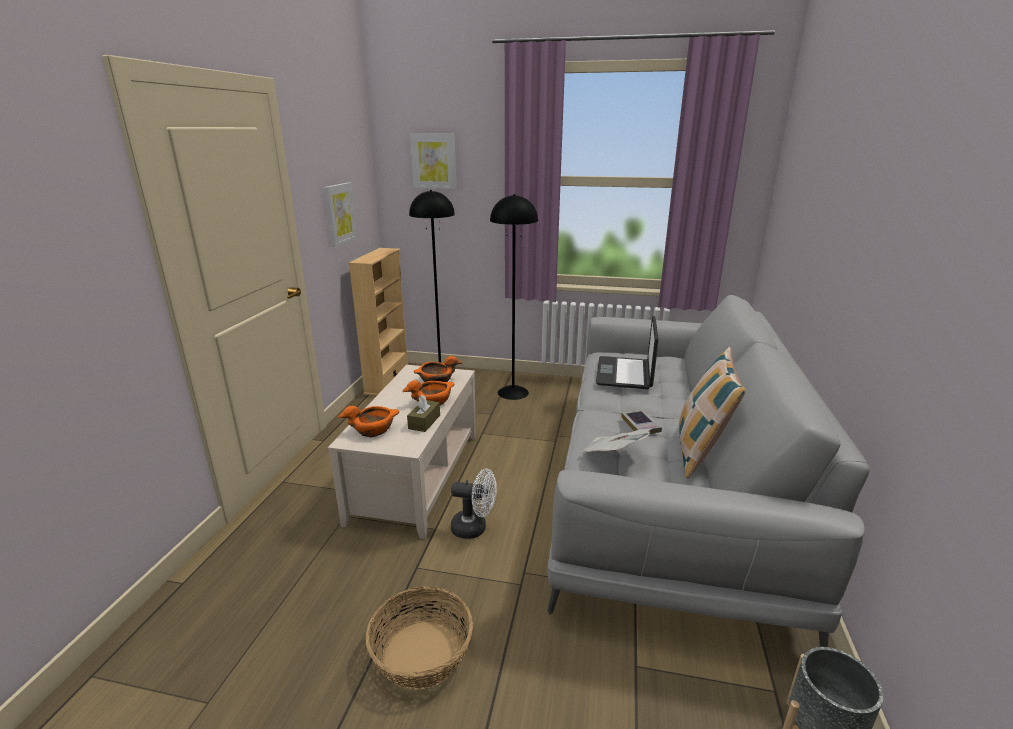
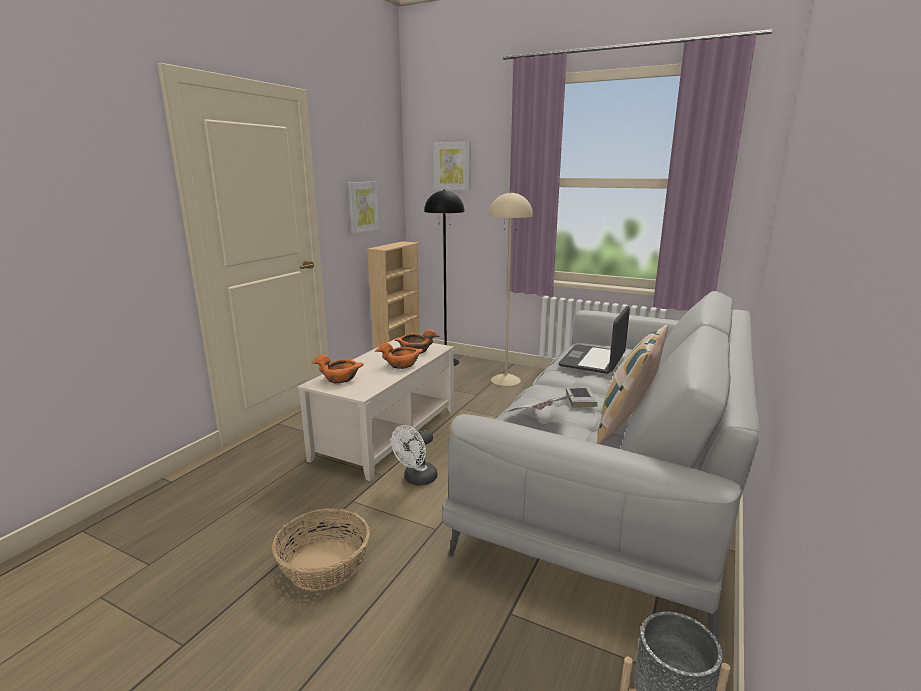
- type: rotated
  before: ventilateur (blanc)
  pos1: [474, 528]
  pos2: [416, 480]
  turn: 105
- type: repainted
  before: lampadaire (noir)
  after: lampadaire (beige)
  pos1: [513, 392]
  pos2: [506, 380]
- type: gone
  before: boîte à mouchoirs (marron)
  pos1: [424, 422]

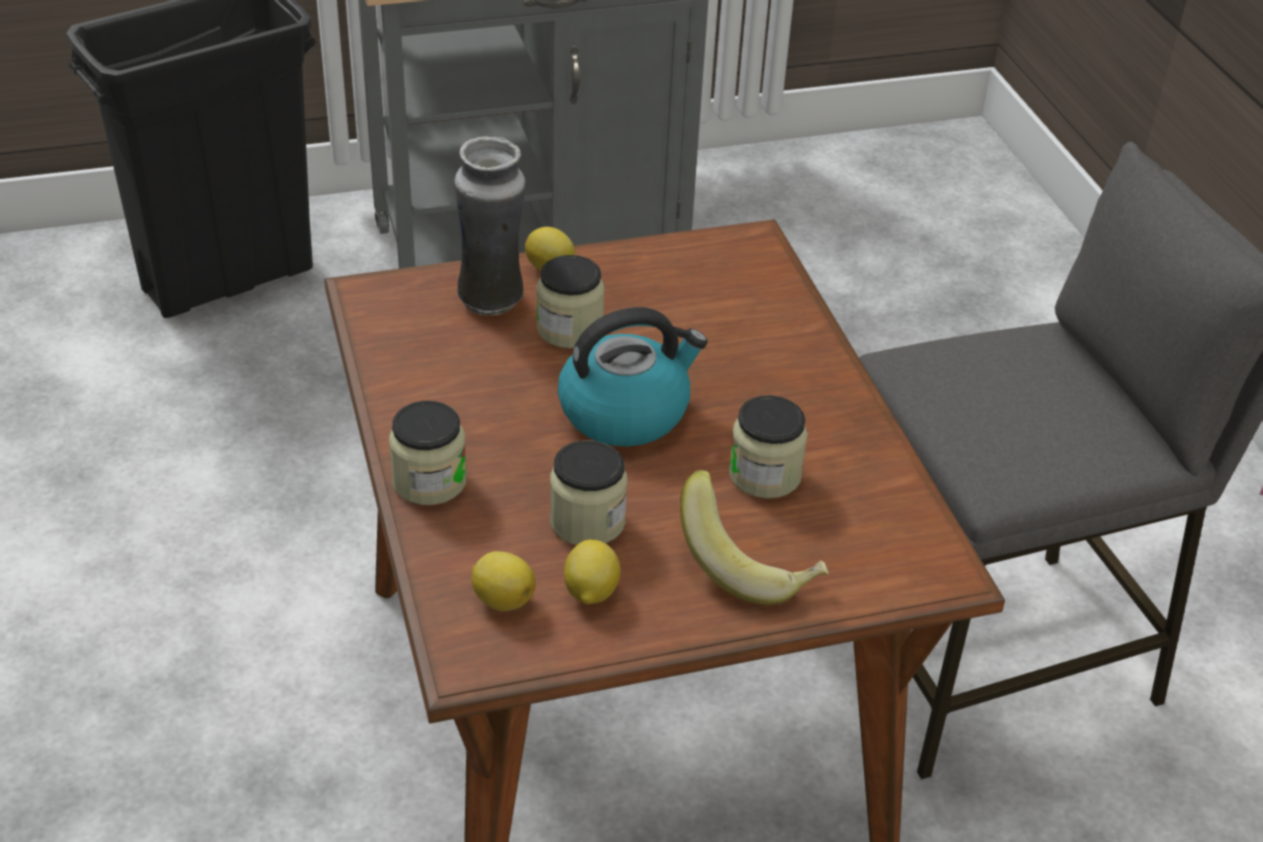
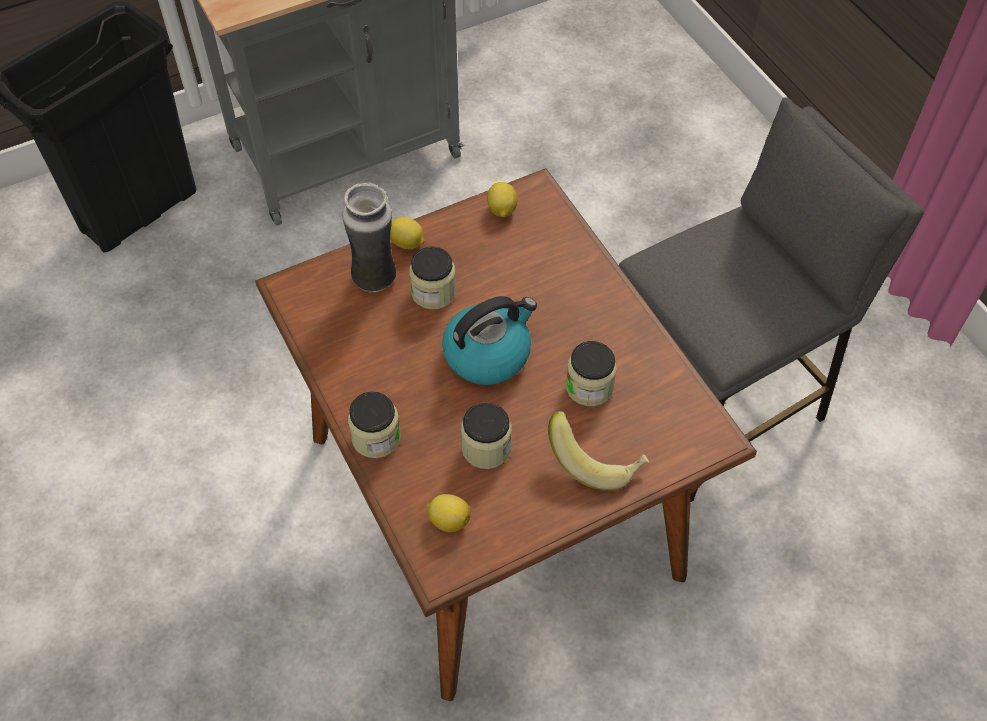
- type: shifted
  before: citron
  pos1: [590, 592]
  pos2: [501, 210]

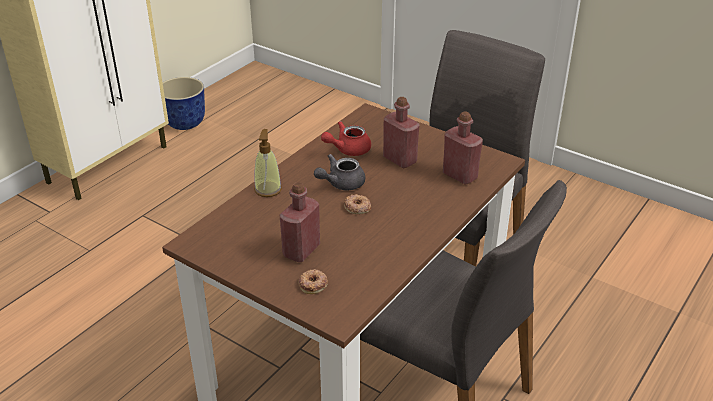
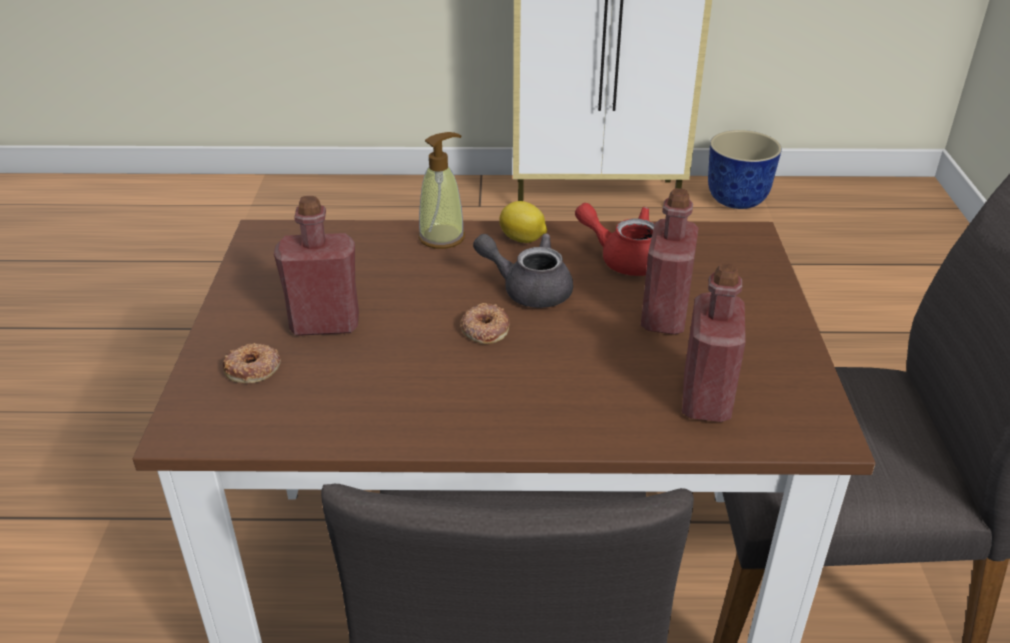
- type: new
  after: citron
  pos2: [523, 239]

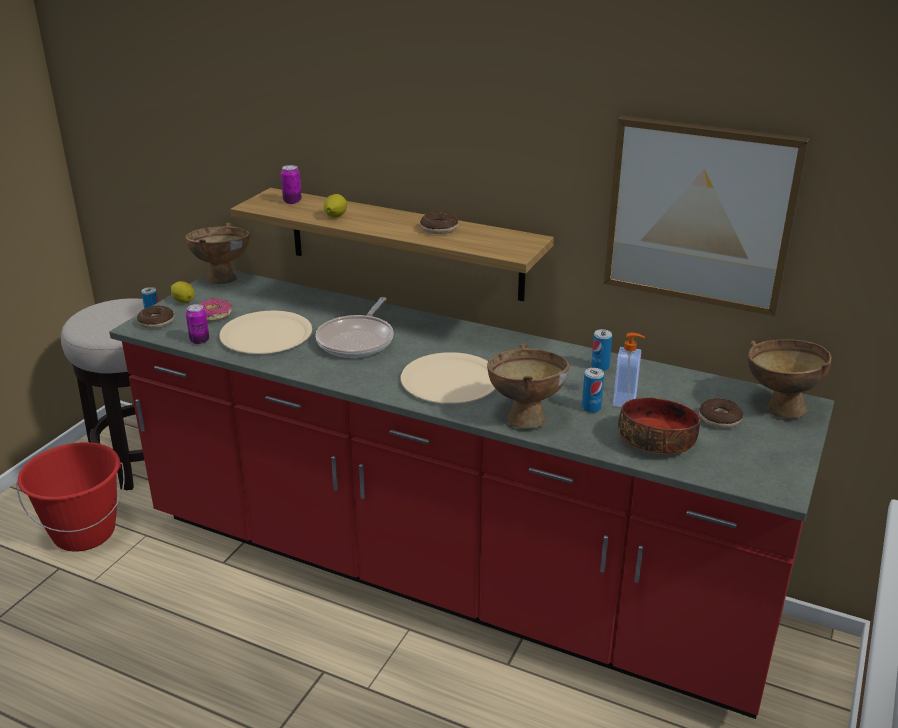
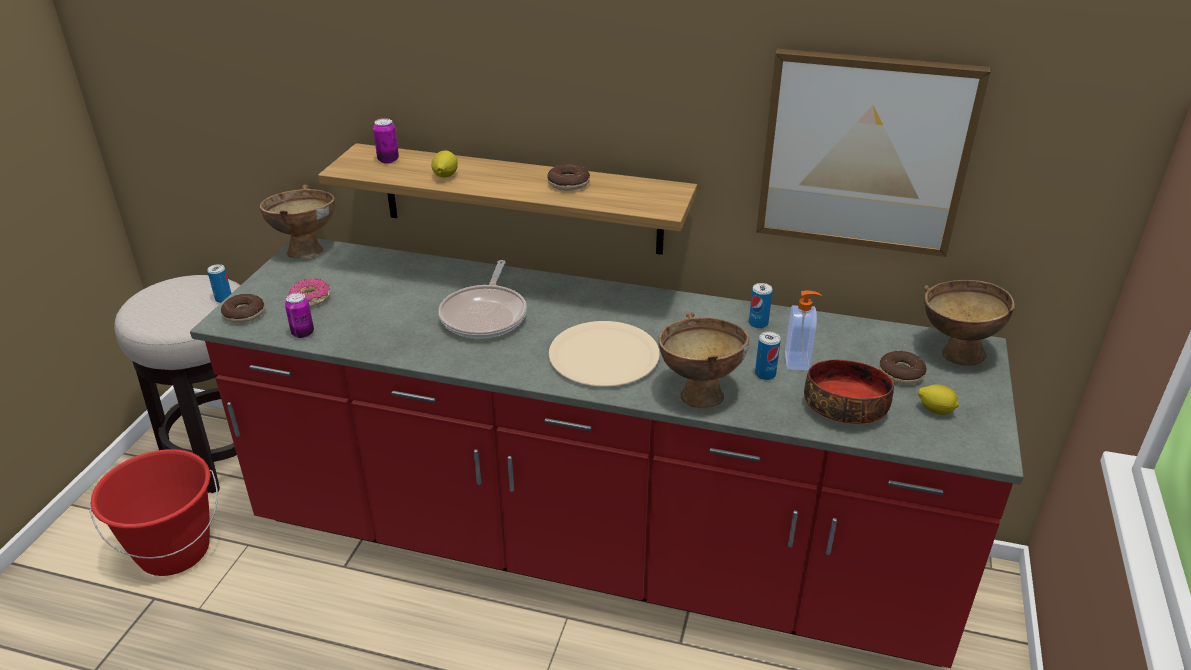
- type: shifted
  before: citron
  pos1: [184, 301]
  pos2: [935, 410]
- type: gone
  before: assiette (beige)
  pos1: [266, 335]

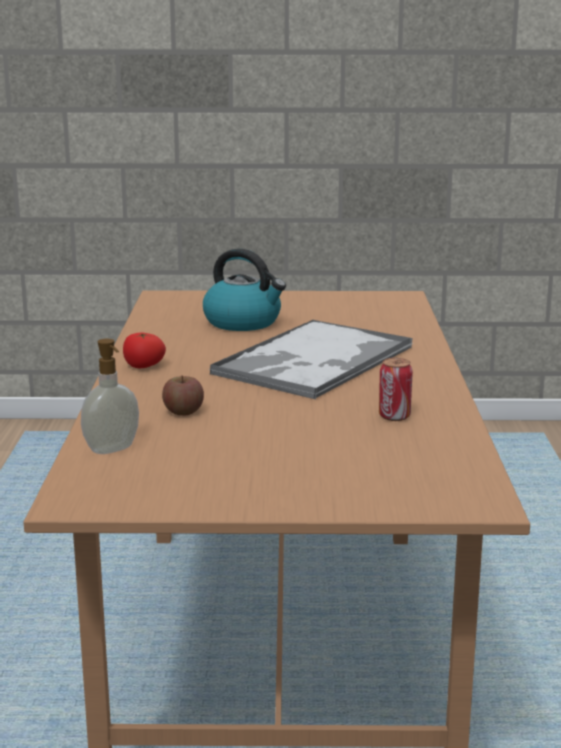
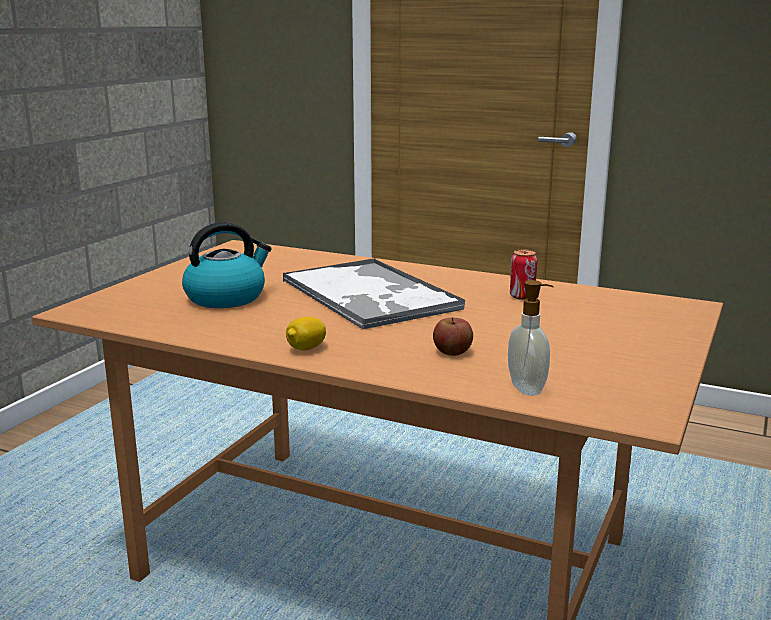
- type: swapped
  before: tomate
  after: citron
  pos1: [143, 366]
  pos2: [306, 349]

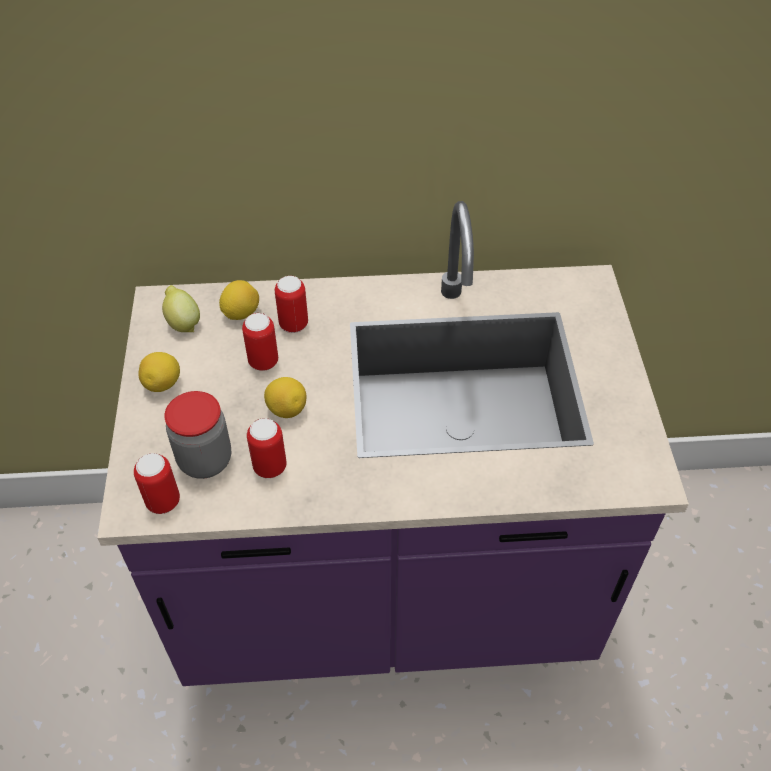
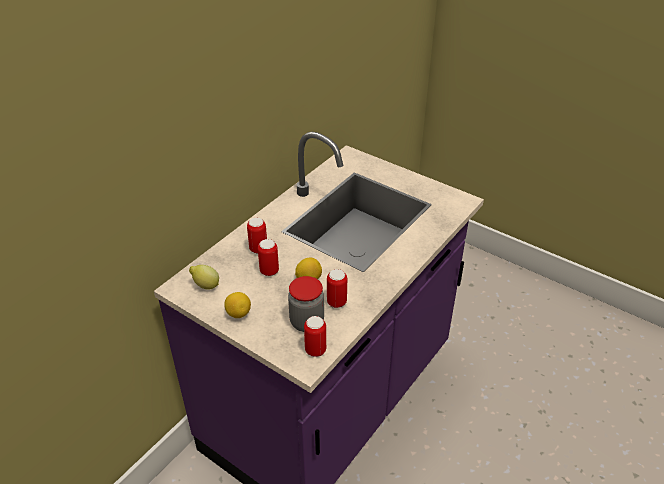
- type: gone
  before: citron
  pos1: [241, 313]

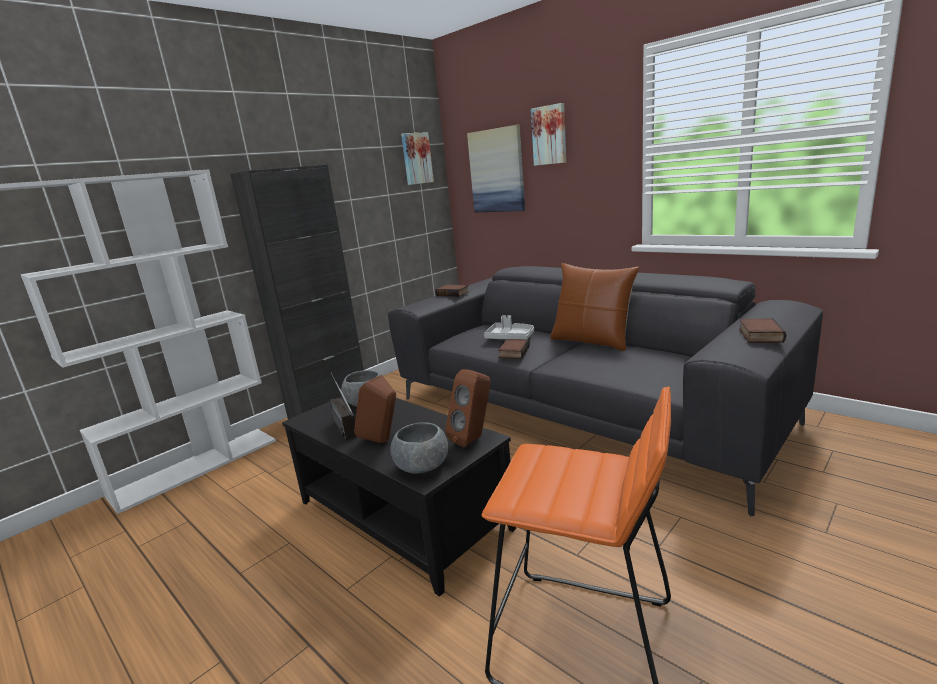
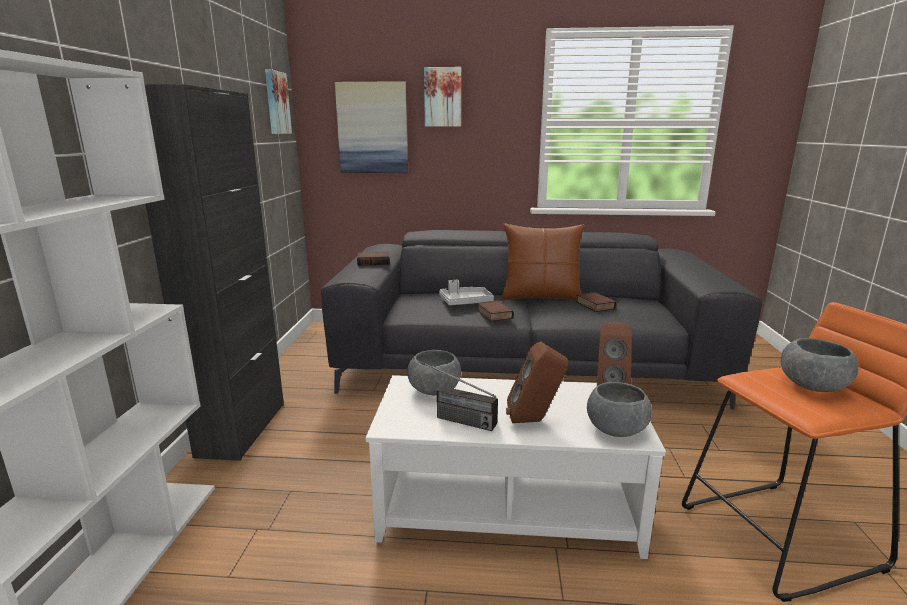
- type: repainted
  before: table basse (noir)
  after: table basse (blanc)
  pos1: [403, 514]
  pos2: [507, 504]
- type: shifted
  before: livre
  pos1: [759, 335]
  pos2: [594, 305]
- type: new
  after: bol (gris)
  pos2: [813, 386]

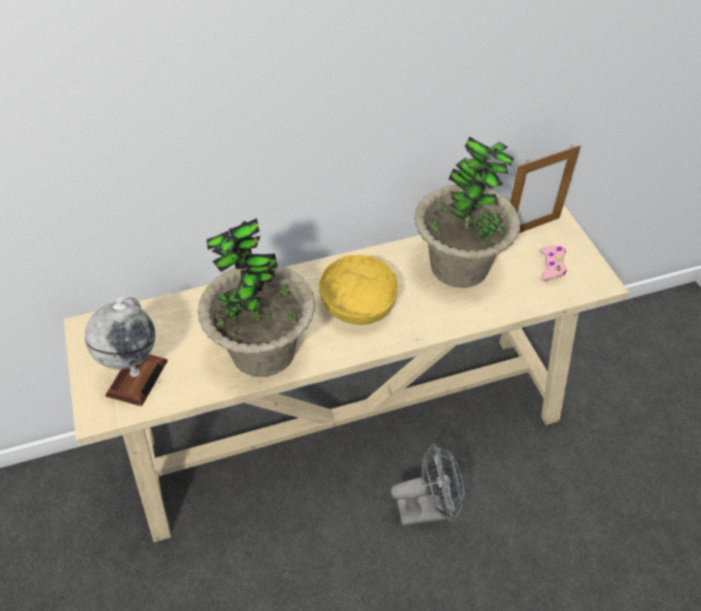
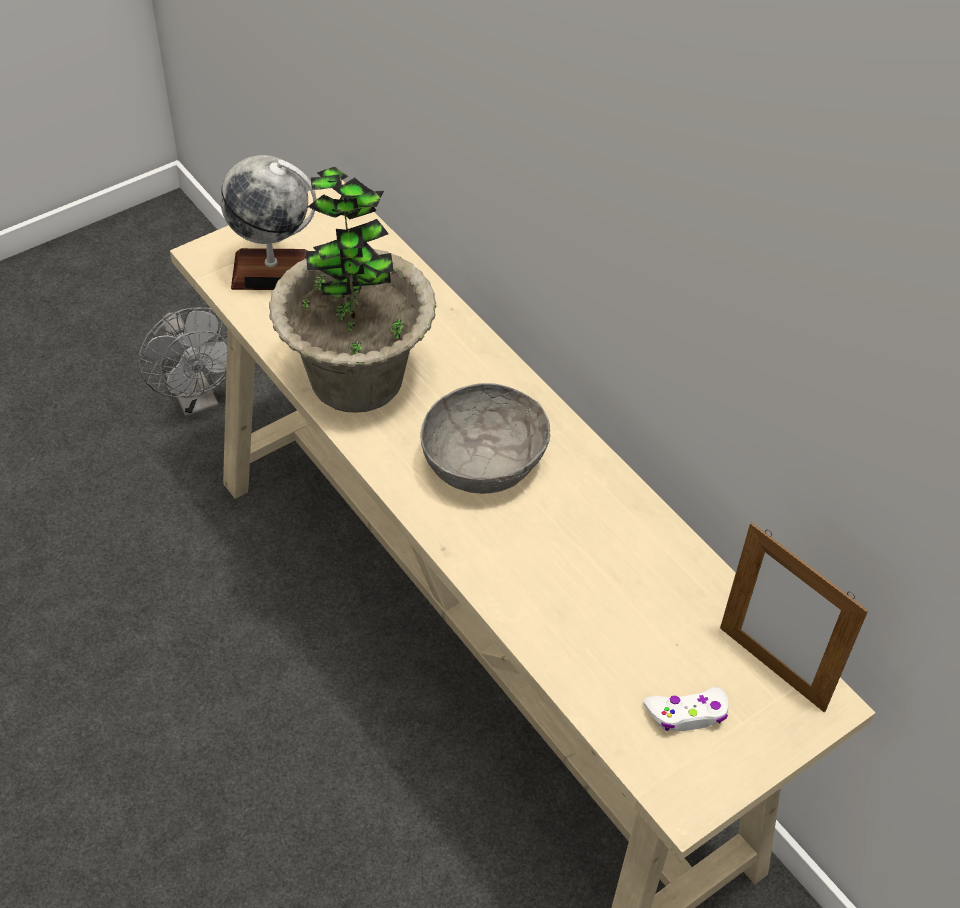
- type: shifted
  before: ventilateur (gris)
  pos1: [428, 509]
  pos2: [197, 400]
- type: repainted
  before: bol (jaune)
  after: bol (gris)
  pos1: [358, 304]
  pos2: [483, 461]
- type: repainted
  before: manette (rose)
  after: manette (blanc)
  pos1: [551, 266]
  pos2: [687, 714]
- type: gone
  before: plante en pot
  pos1: [459, 266]

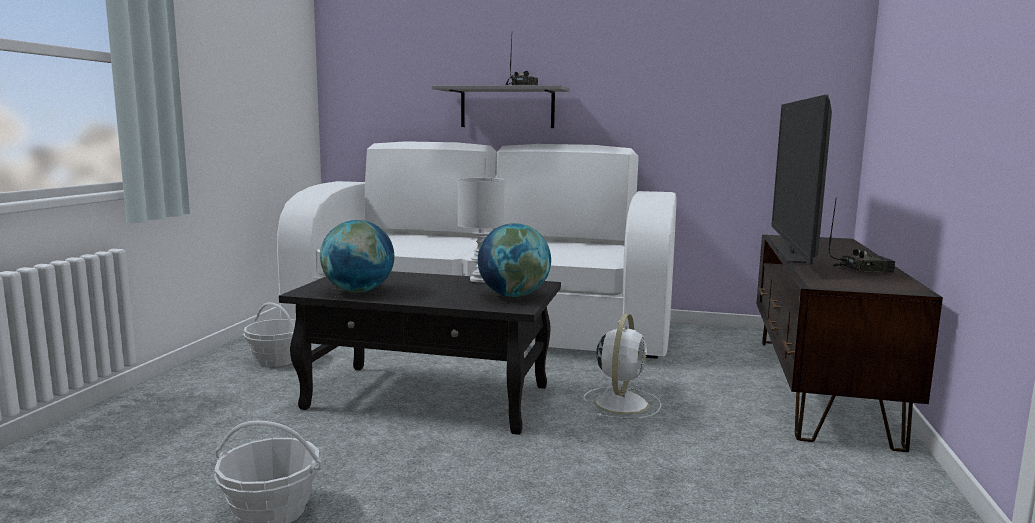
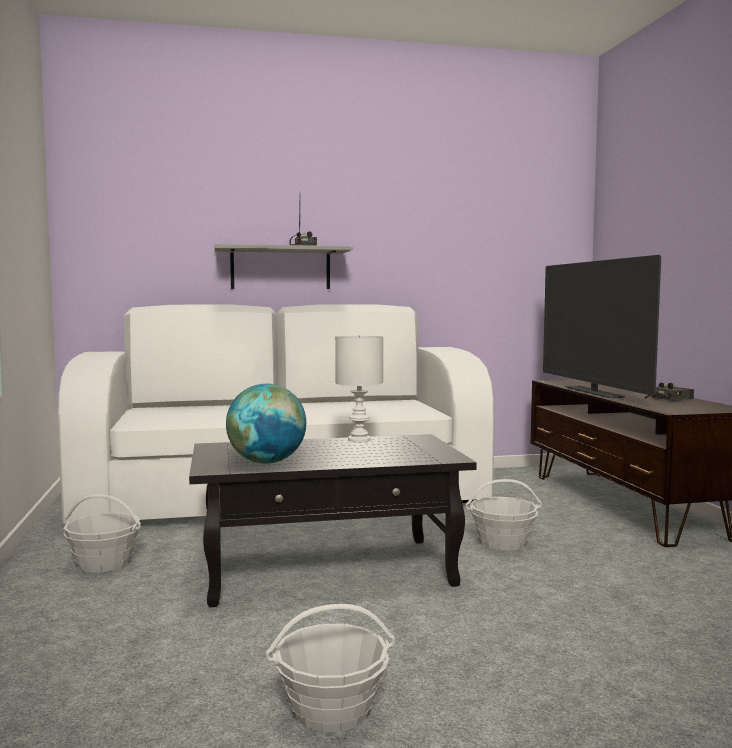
- type: swapped
  before: ventilateur (blanc)
  after: panier
  pos1: [621, 402]
  pos2: [503, 543]
- type: gone
  before: globe
  pos1: [514, 295]

